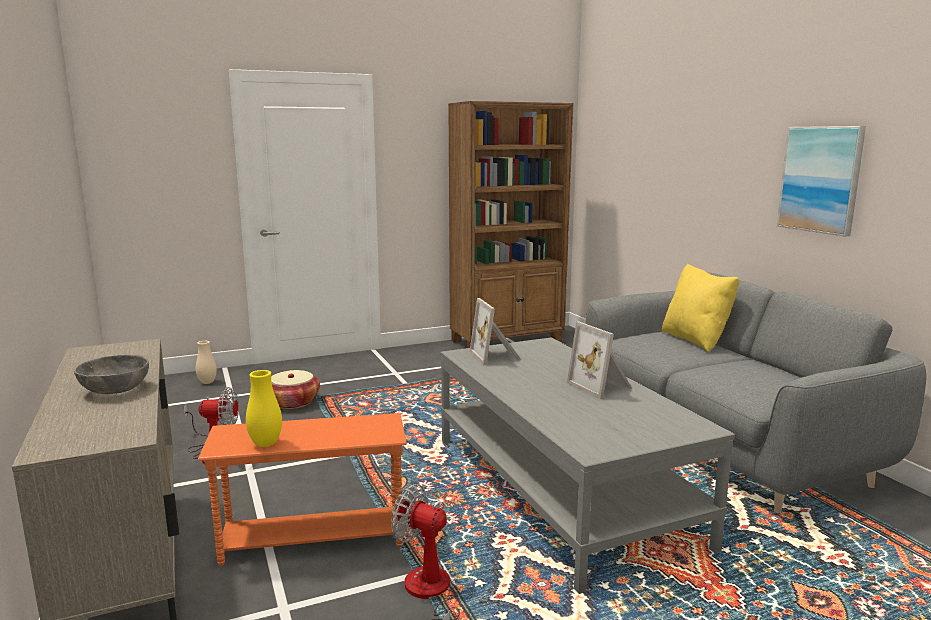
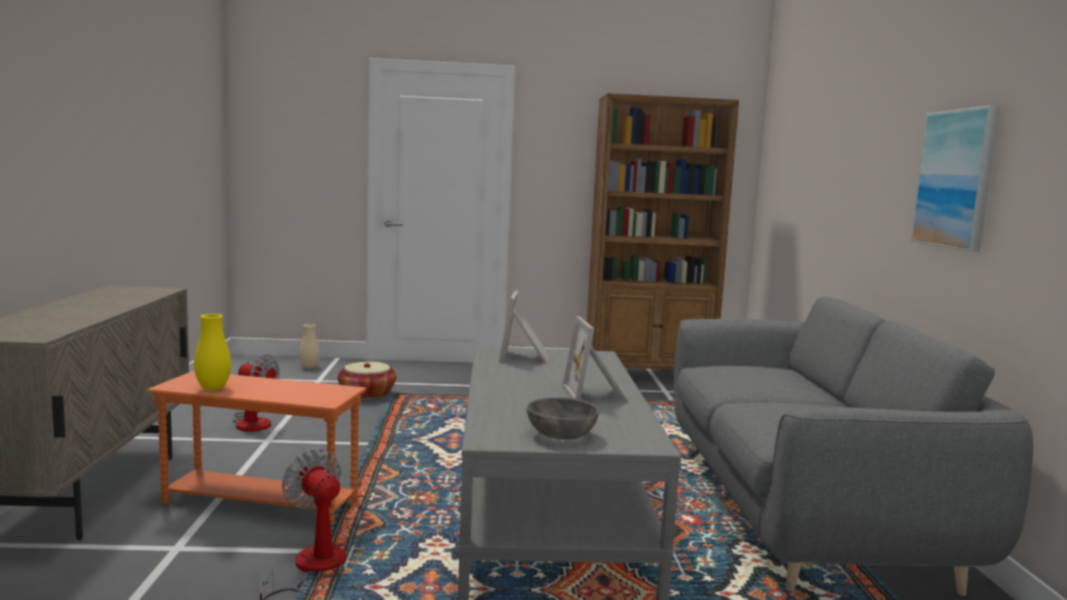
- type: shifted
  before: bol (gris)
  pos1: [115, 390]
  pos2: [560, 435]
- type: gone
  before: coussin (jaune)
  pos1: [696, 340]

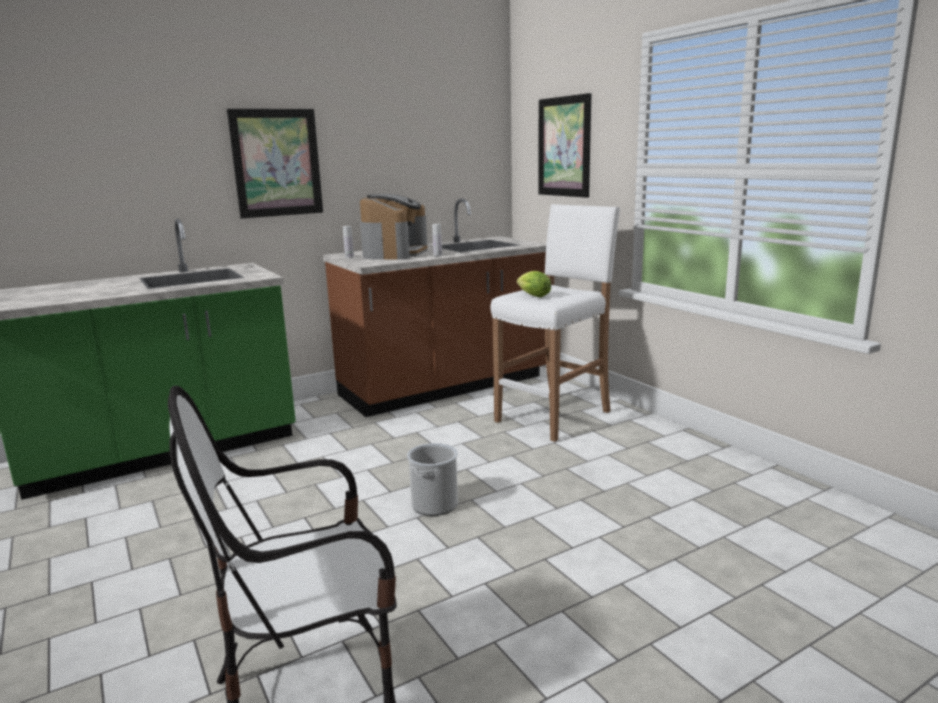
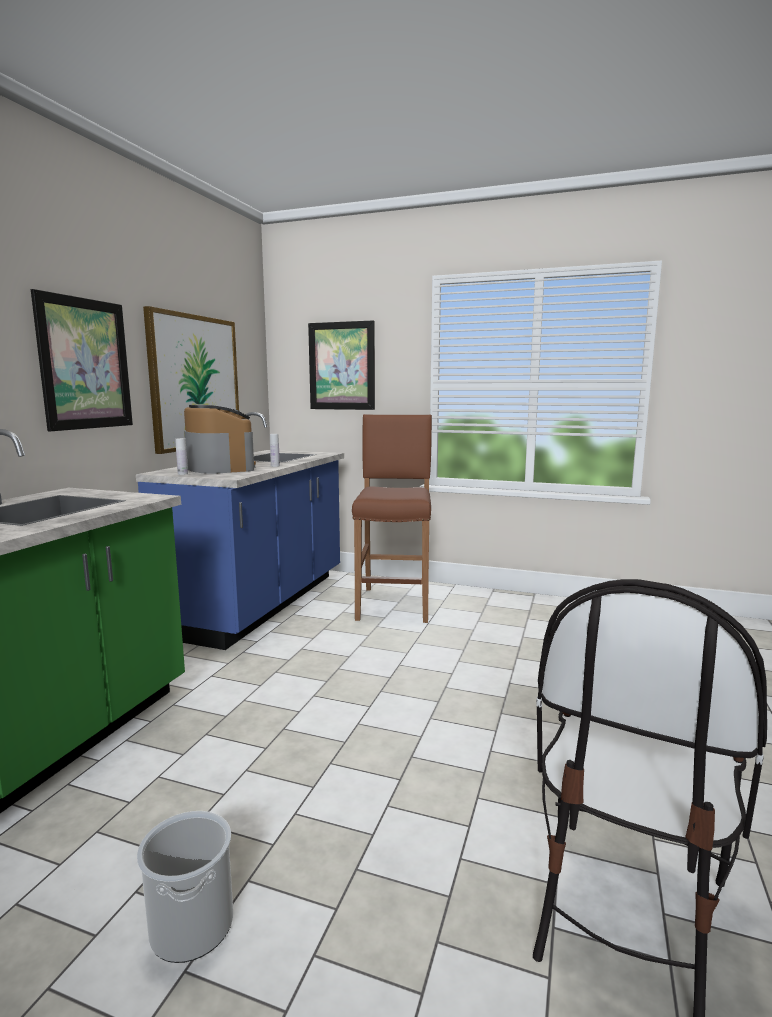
- type: repainted
  before: comptoir de cuisine (marron)
  after: comptoir de cuisine (bleu)
  pos1: [445, 387]
  pos2: [261, 603]
- type: shifted
  before: seau
  pos1: [434, 504]
  pos2: [192, 926]
- type: new
  after: tableau
  pos2: [195, 382]
- type: repainted
  before: tabouret (blanc)
  after: tabouret (marron)
  pos1: [554, 416]
  pos2: [394, 604]
- type: gone
  before: laitue
  pos1: [532, 295]

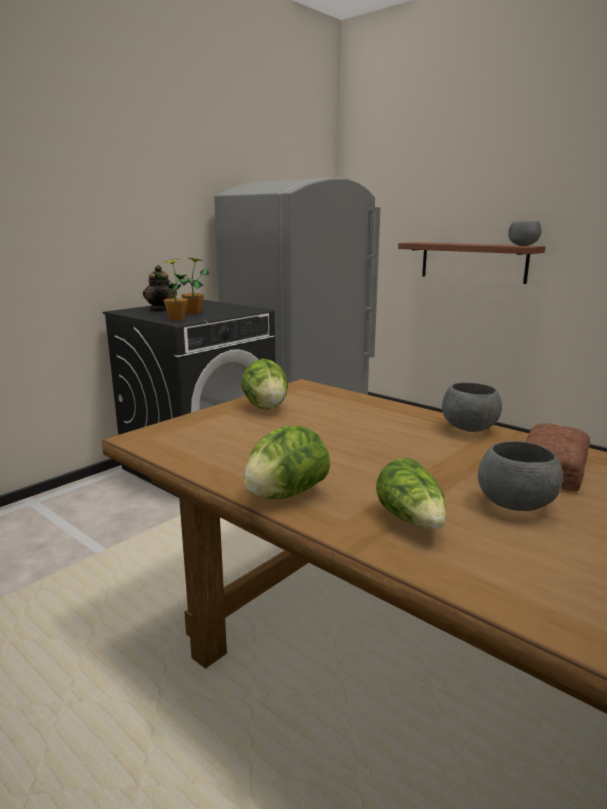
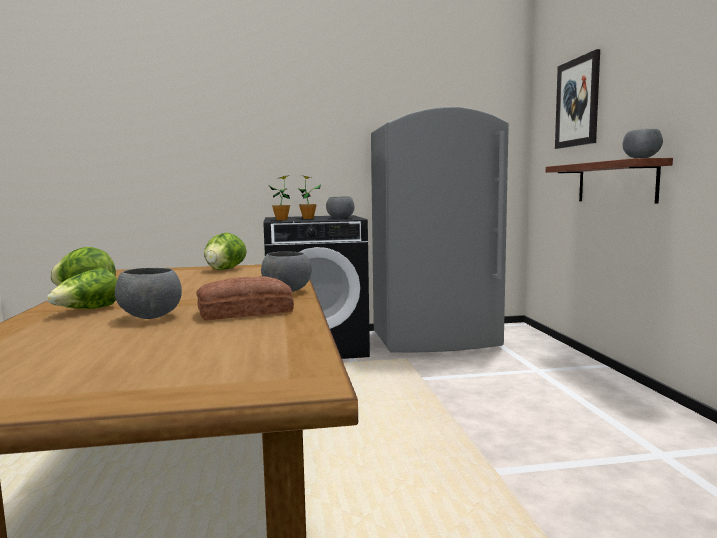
- type: new
  after: bol (gris)
  pos2: [340, 218]
- type: new
  after: tableau
  pos2: [577, 102]
- type: gone
  before: théière
  pos1: [161, 310]

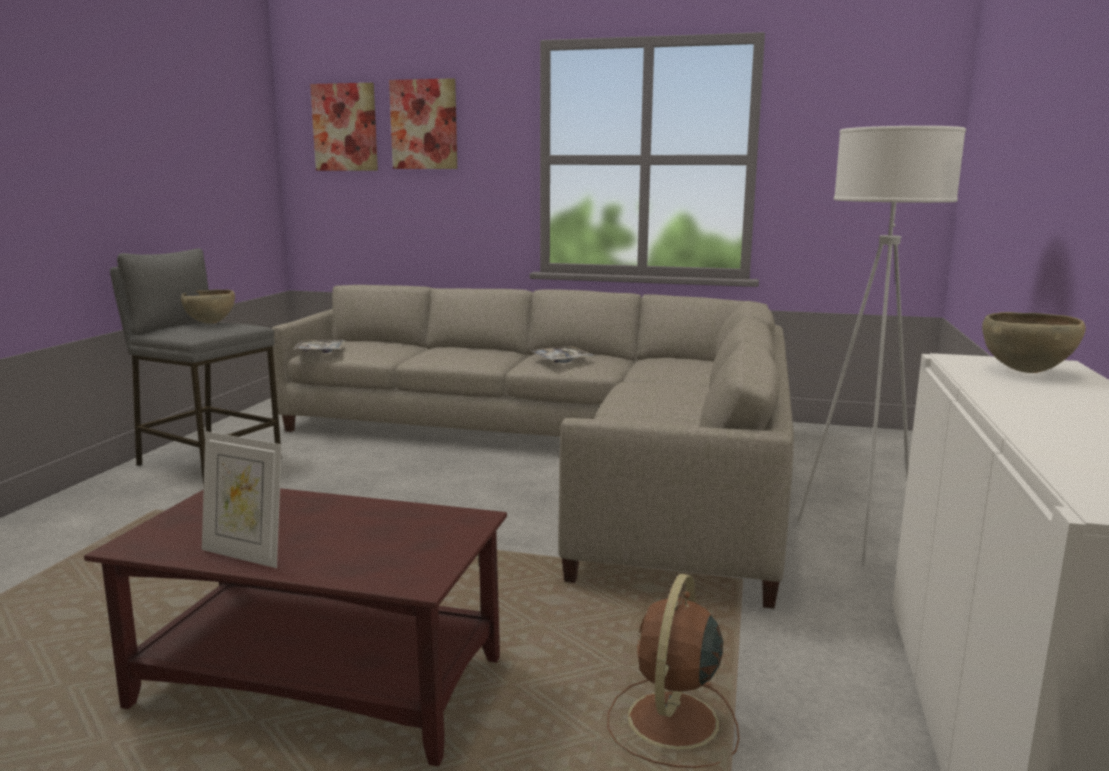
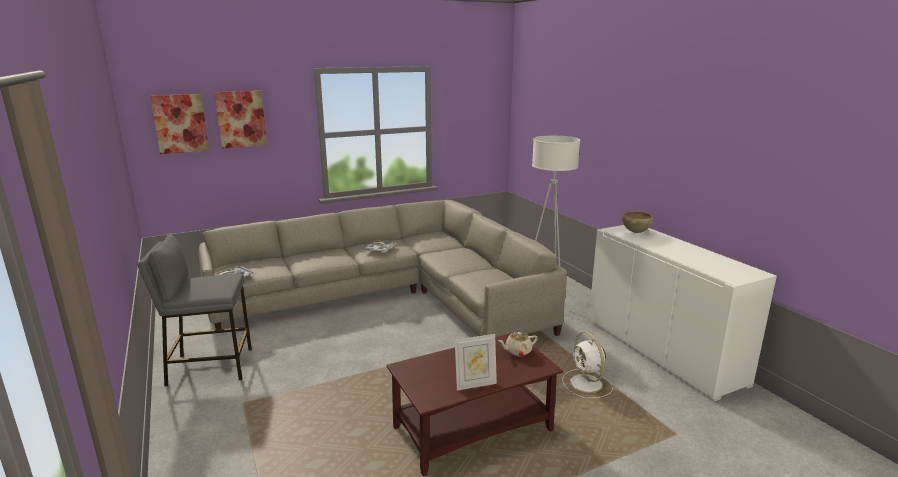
- type: new
  after: théière (beige)
  pos2: [517, 351]
- type: repainted
  before: ventilateur (marron)
  after: ventilateur (blanc)
  pos1: [672, 723]
  pos2: [587, 384]
- type: gone
  before: bol (marron)
  pos1: [211, 323]

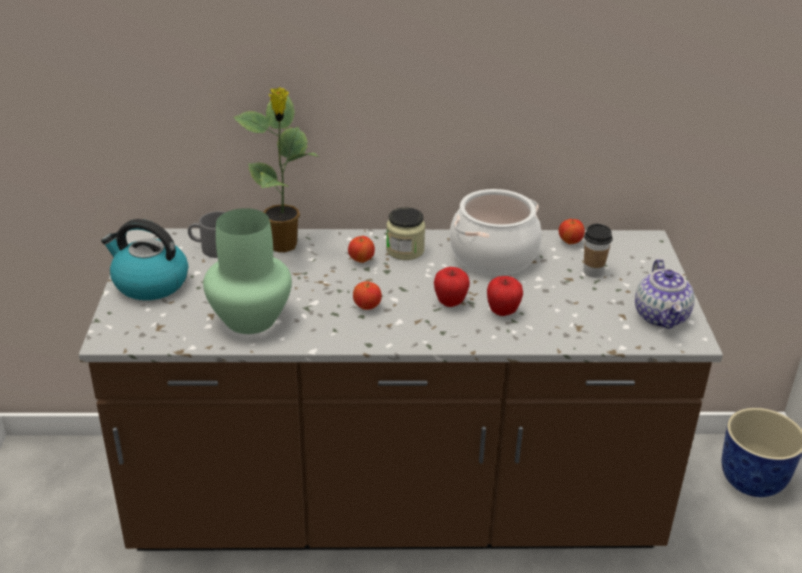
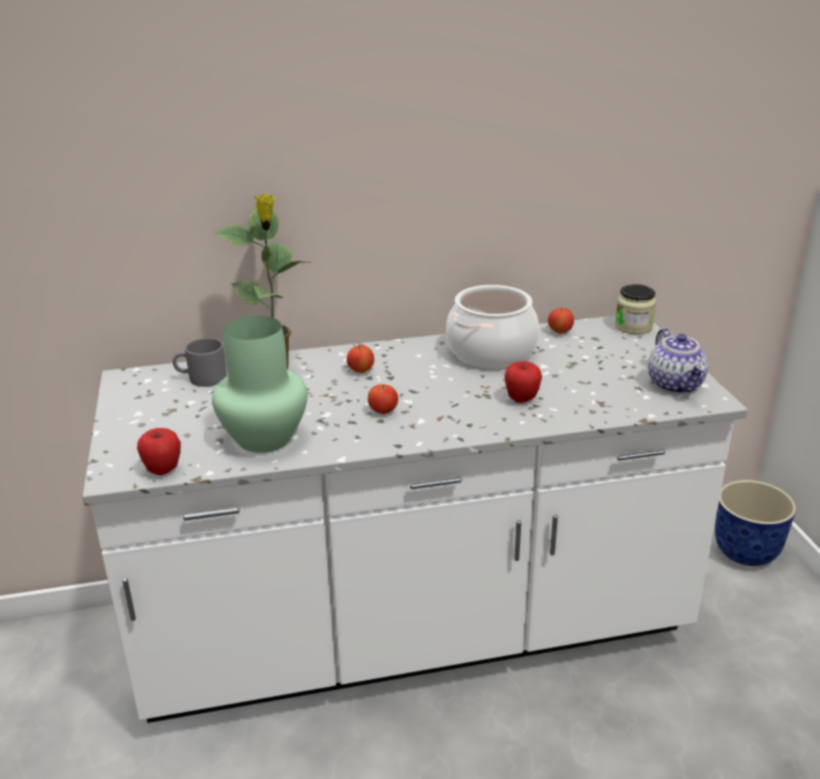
- type: repainted
  before: comptoir de cuisine (marron)
  after: comptoir de cuisine (blanc)
  pos1: [396, 506]
  pos2: [413, 631]
- type: shifted
  before: pomme
  pos1: [450, 303]
  pos2: [163, 470]
- type: shifted
  before: bocal
  pos1: [405, 250]
  pos2: [633, 327]
- type: gone
  before: bouilloire
  pos1: [149, 283]
- type: gone
  before: tasse
  pos1: [593, 272]

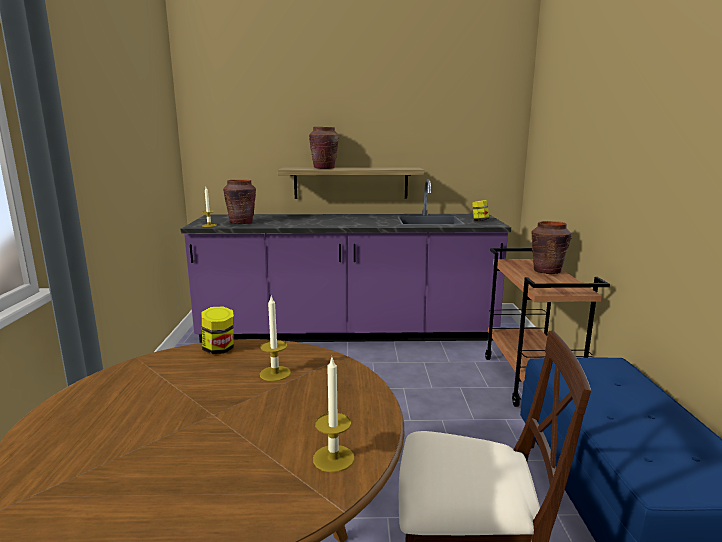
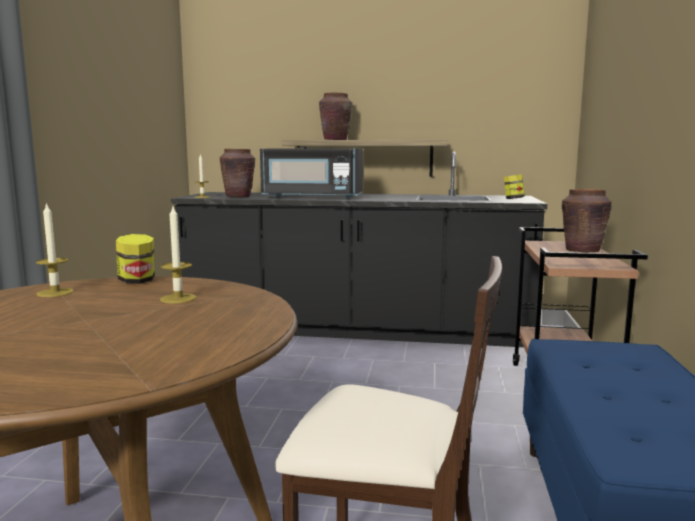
- type: shifted
  before: bougie
  pos1: [333, 458]
  pos2: [55, 292]
- type: repainted
  before: comptoir de cuisine (violet)
  after: comptoir de cuisine (noir)
  pos1: [348, 333]
  pos2: [356, 330]
- type: new
  after: micro-ondes (noir)
  pos2: [312, 197]

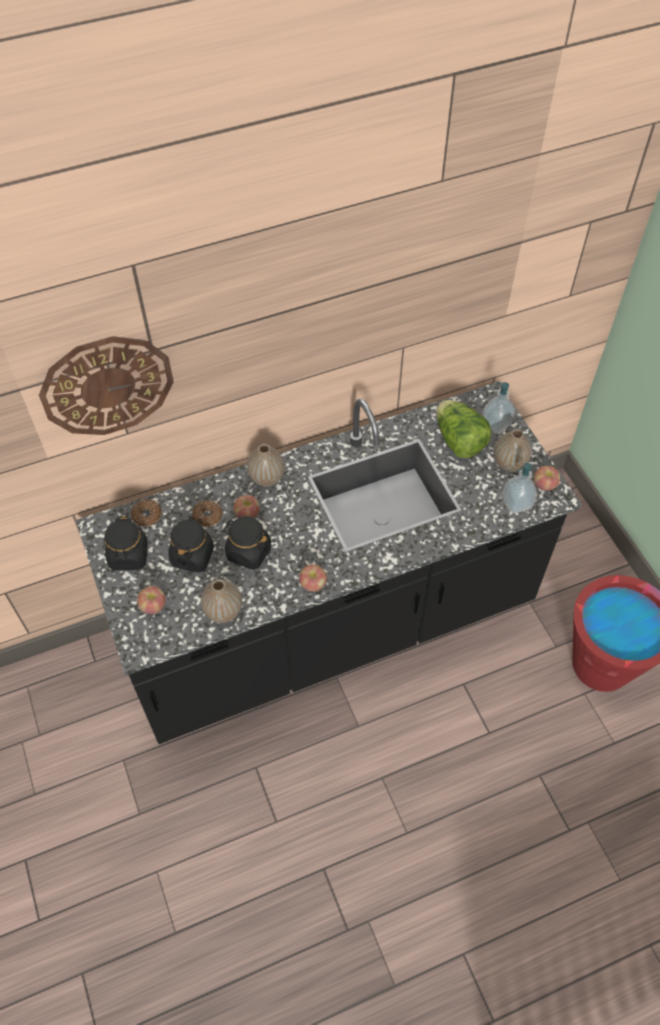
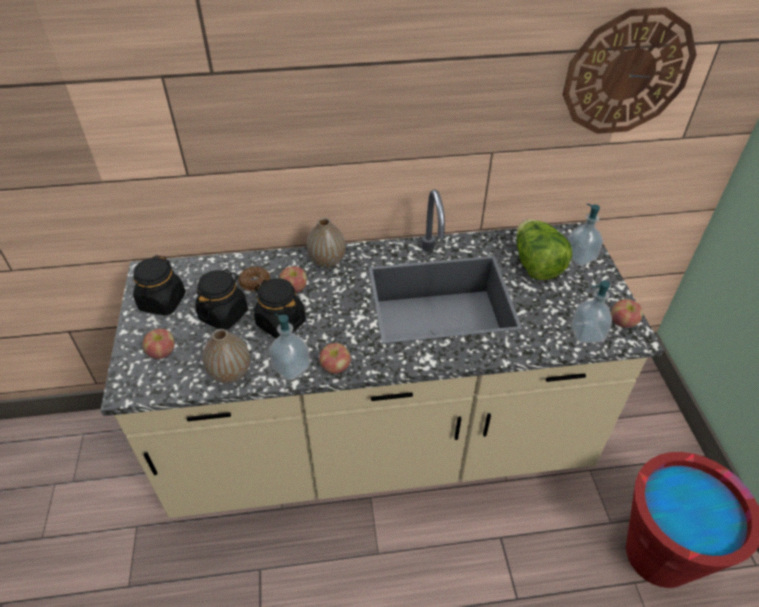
- type: repainted
  before: comptoir de cuisine (noir)
  after: comptoir de cuisine (beige)
  pos1: [330, 625]
  pos2: [379, 445]
- type: new
  after: distributeur de savon
  pos2: [291, 367]
- type: shifted
  before: horloge murale
  pos1: [107, 386]
  pos2: [627, 73]
- type: gone
  before: beignet
  pos1: [147, 515]
- type: gone
  before: vase
  pos1: [509, 463]

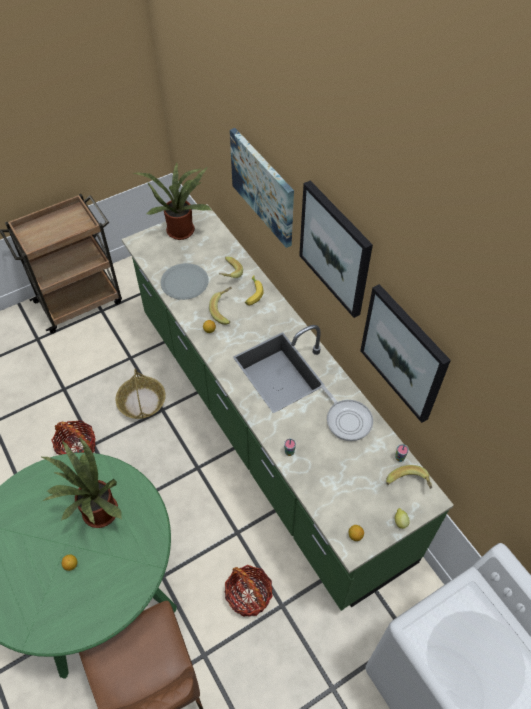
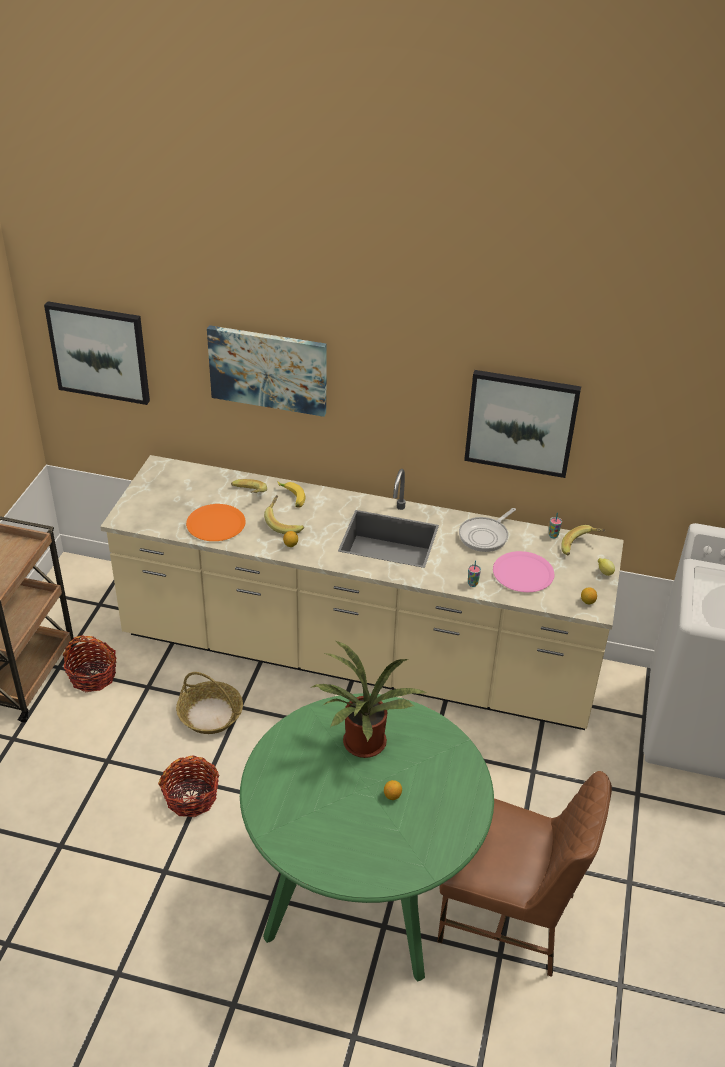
- type: shifted
  before: tableau
  pos1: [335, 249]
  pos2: [99, 352]
- type: shifted
  before: panier
  pos1: [249, 596]
  pos2: [93, 676]
- type: repainted
  before: comptoir de cuisine (vert)
  after: comptoir de cuisine (beige)
  pos1: [265, 429]
  pos2: [358, 656]
- type: repainted
  before: assiette (gris)
  after: assiette (orange)
  pos1: [184, 282]
  pos2: [216, 524]
- type: rotated
  before: poêle
  pos1: [347, 419]
  pos2: [485, 536]
  turn: 120
- type: new
  after: assiette (rose)
  pos2: [523, 573]
- type: gone
  before: plante en pot
  pos1: [181, 229]

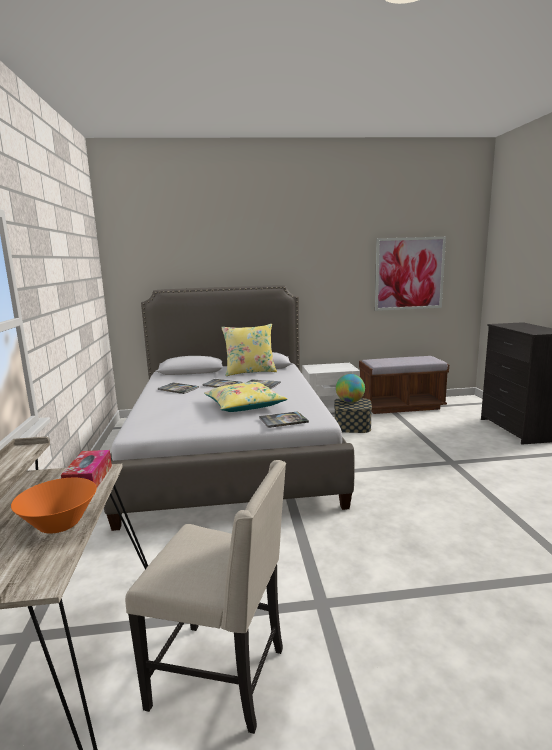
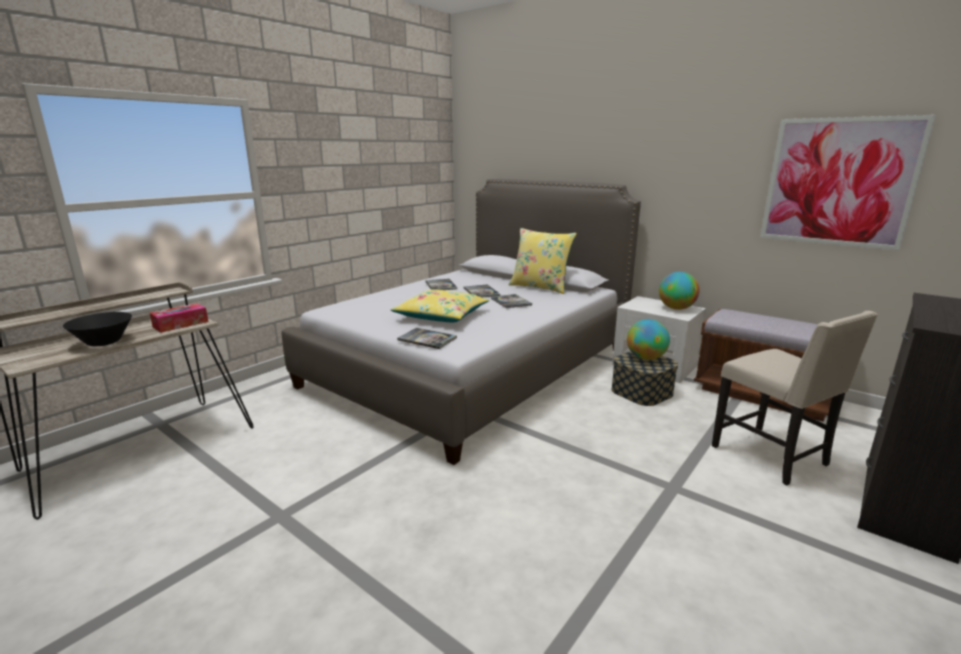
- type: repainted
  before: bol (orange)
  after: bol (noir)
  pos1: [59, 524]
  pos2: [103, 342]
- type: new
  after: globe
  pos2: [676, 308]
- type: shifted
  before: chaise (beige)
  pos1: [222, 676]
  pos2: [772, 456]

